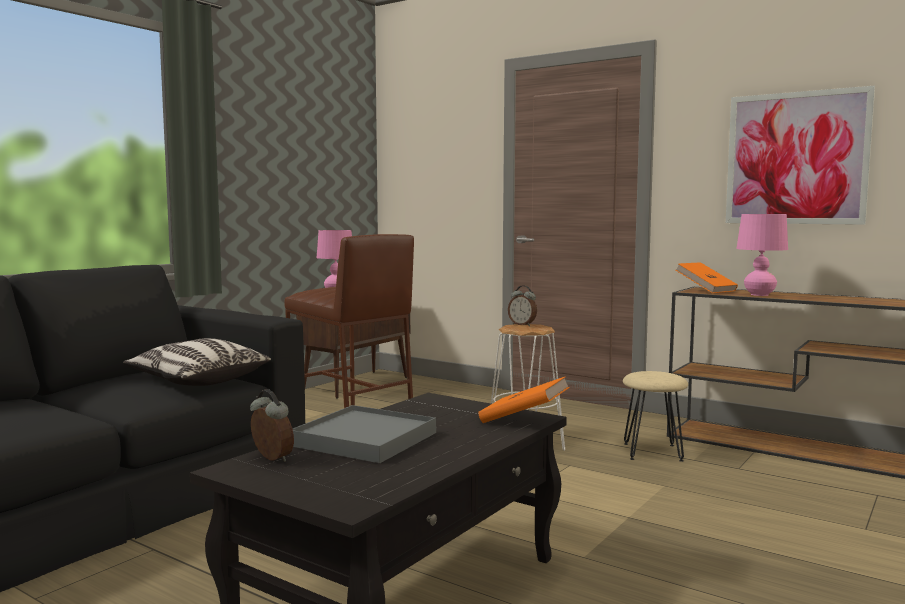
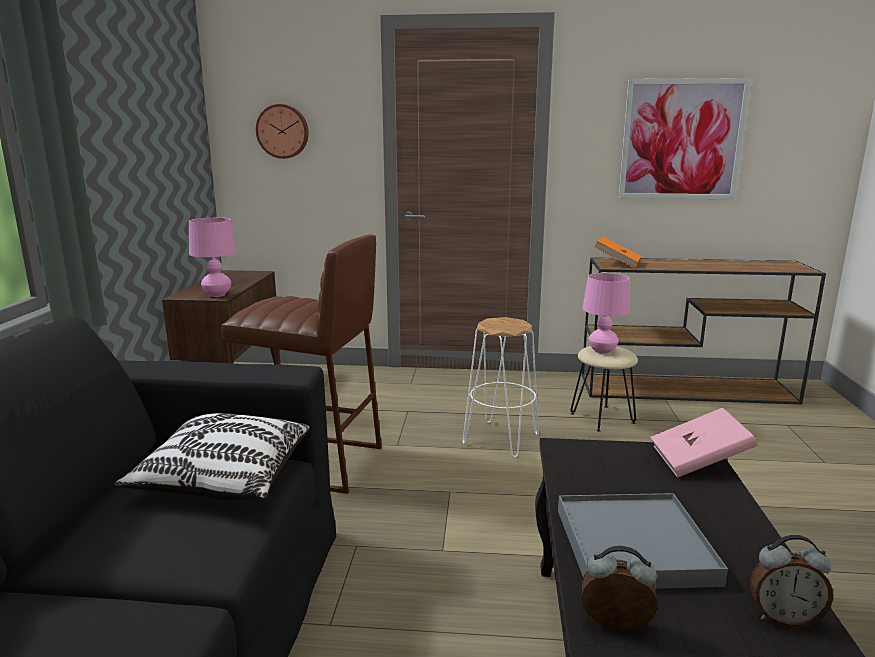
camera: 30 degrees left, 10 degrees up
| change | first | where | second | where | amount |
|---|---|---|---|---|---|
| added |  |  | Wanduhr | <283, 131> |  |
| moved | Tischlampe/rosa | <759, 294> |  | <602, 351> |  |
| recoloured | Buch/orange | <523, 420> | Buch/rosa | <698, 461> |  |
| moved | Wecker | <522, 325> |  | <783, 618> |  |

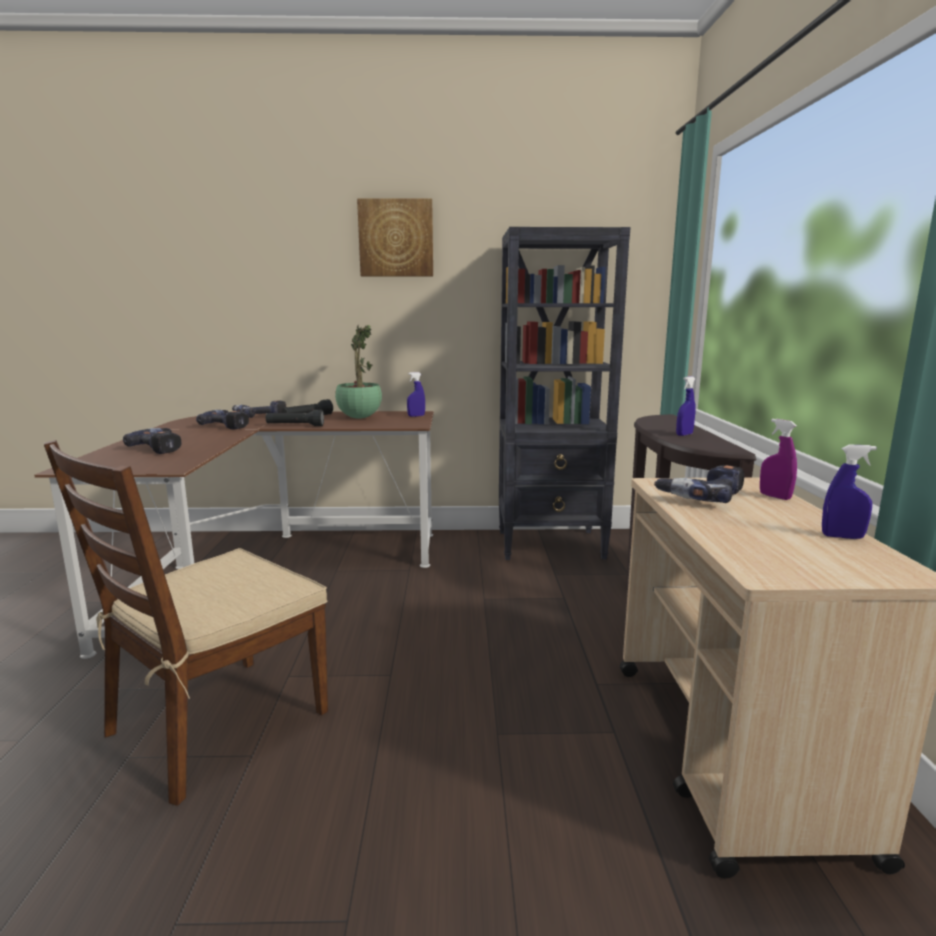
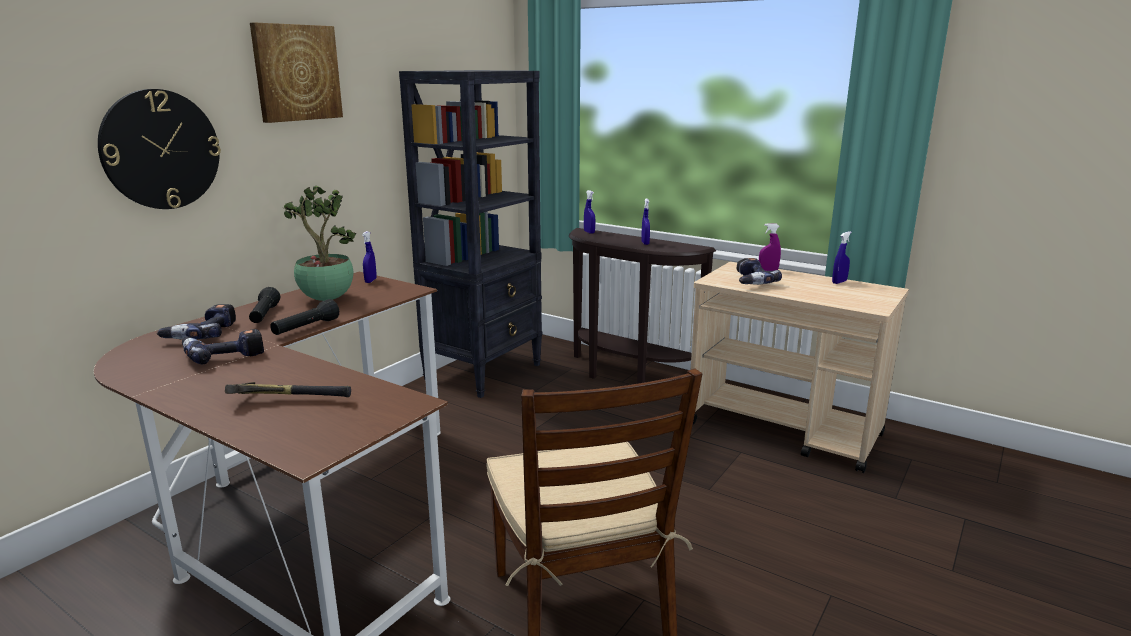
camera: 55 degrees left, 5 degrees up
| change | first | where | second | where | amount |
|---|---|---|---|---|---|
| added |  |  | Wanduhr | <161, 150> |  |
| replaced | Bohrmaschine | <162, 448> | Hammer | <290, 399> |  |
| added |  |  | Sprühflasche/blau | <589, 232> |  |

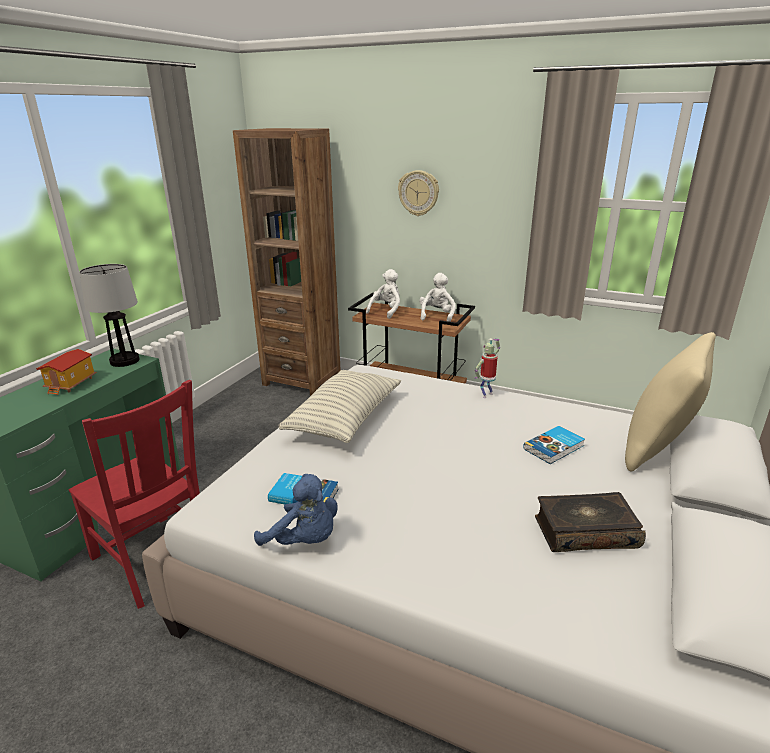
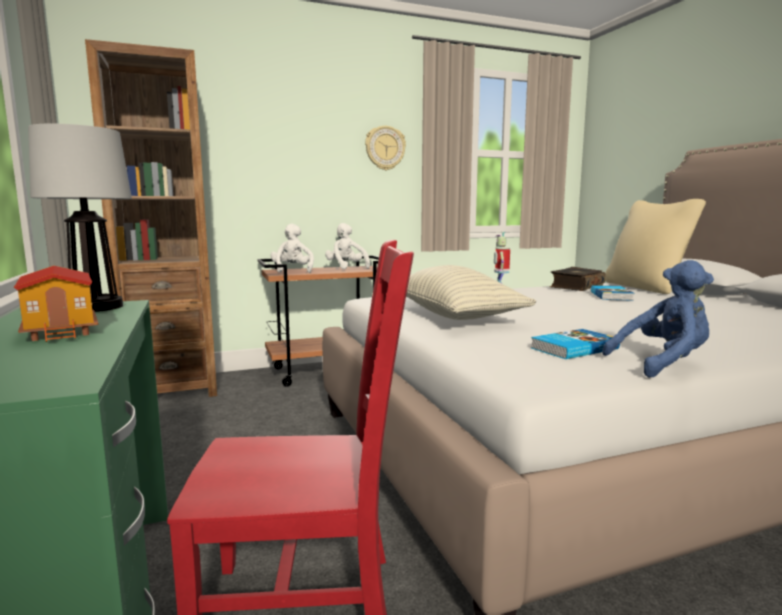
camera: 45 degrees left, 15 degrees down
| change | first | where | second | where | amount |
|---|---|---|---|---|---|
| moved | Wanduhr | <418, 193> |  | <385, 148> |  |
| moved | Buch | <585, 531> |  | <576, 287> |  |

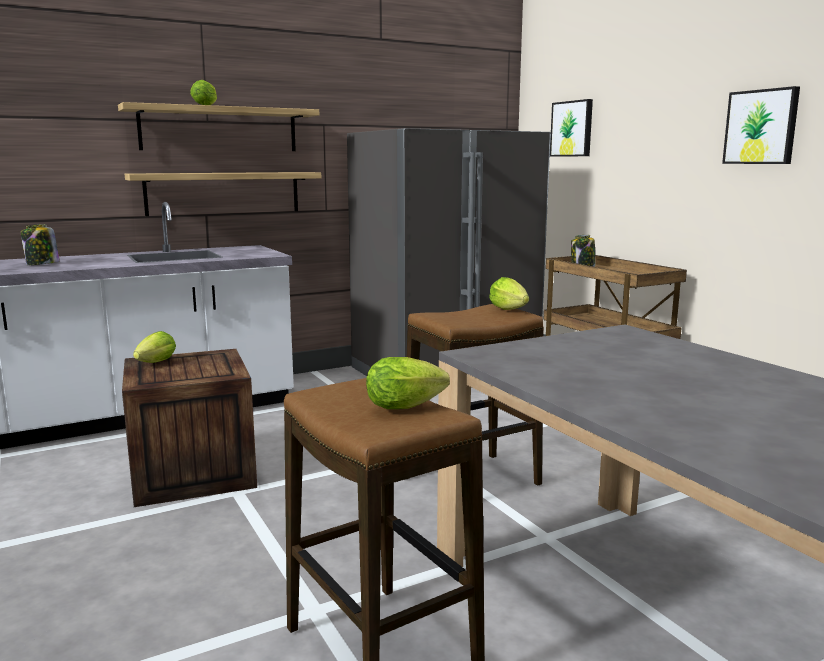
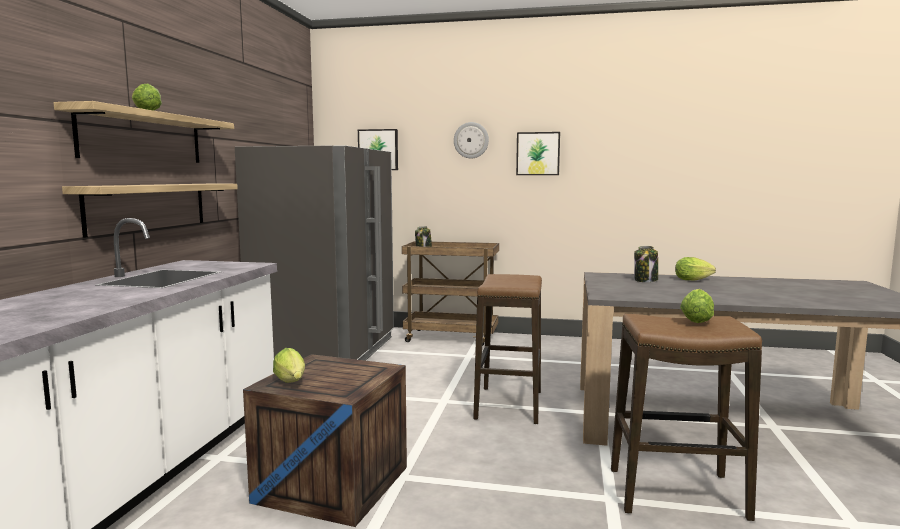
camera: 50 degrees left, 5 degrees down
| change | first | where | second | where | amount |
|---|---|---|---|---|---|
| added |  |  | Wanduhr | <471, 140> |  |
| moved | Vorratsglas | <42, 264> |  | <646, 280> |  |
| moved | Salatkopf | <510, 310> |  | <694, 280> |  |

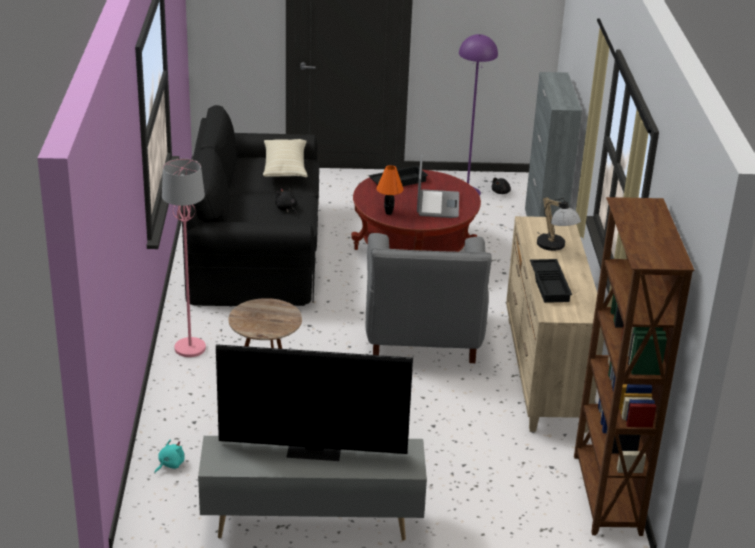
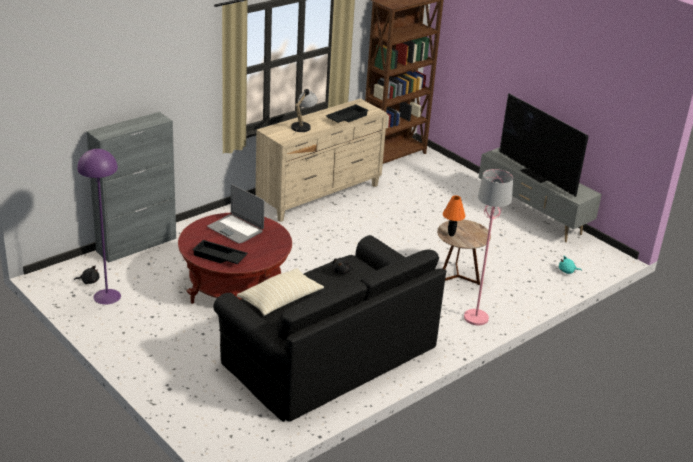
camera: 130 degrees left, 0 degrees up
| change | first | where | second | where | amount |
|---|---|---|---|---|---|
| turned | Laptop | <437, 205> |  | <235, 229> | 105 degrees counterclockwise |
| moved | Tischlampe/orange | <389, 213> |  | <451, 234> |  |
| removed | Sessel/grau | <422, 337> |  |  |  |

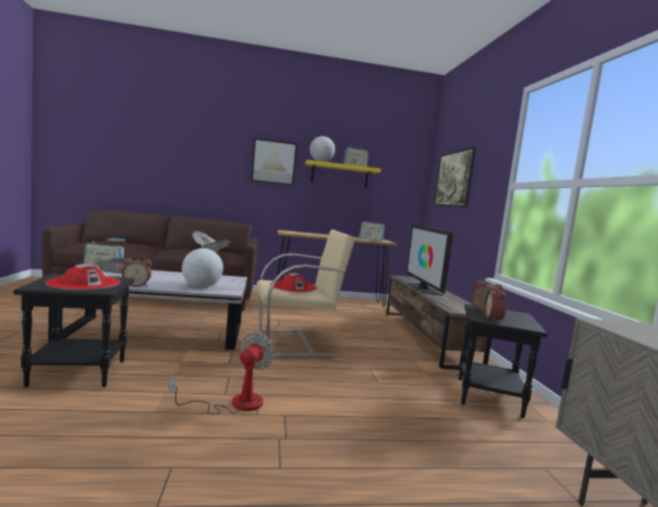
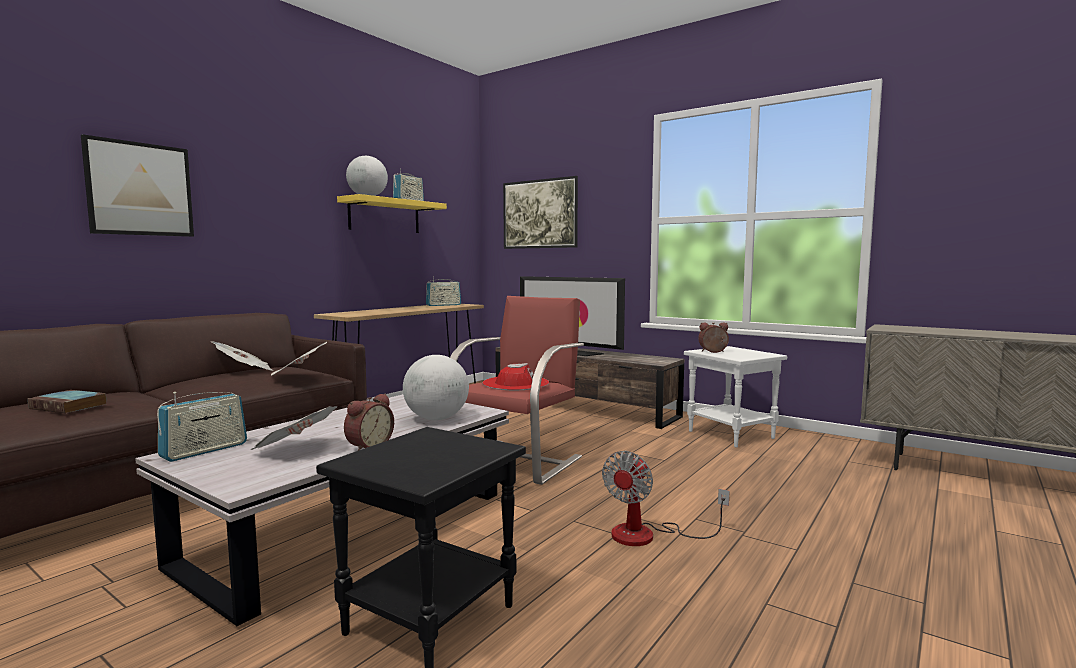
camera: 45 degrees left, 0 degrees up
| change | first | where | second | where | amount |
|---|---|---|---|---|---|
| moved | Bild | <274, 162> |  | <140, 189> |  |
| recoloured | Sessel/beige | <295, 342> | Sessel/rot | <517, 461> |  |
| turned | Ventilator | <235, 404> |  | <648, 535> | 120 degrees counterclockwise |
| recoloured | Beistelltisch/schwarz | <490, 397> | Beistelltisch/weiß | <732, 435> |  |
| removed | Hut/rot | <84, 283> |  |  |  |
| removed | Wecker | <494, 319> |  |  |  |

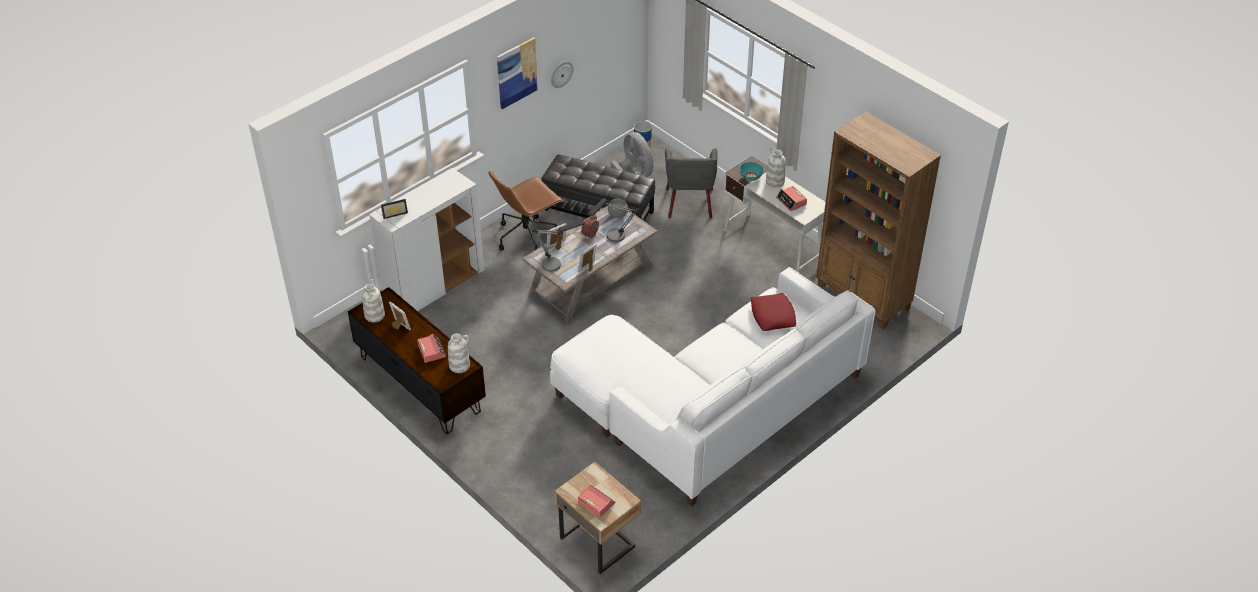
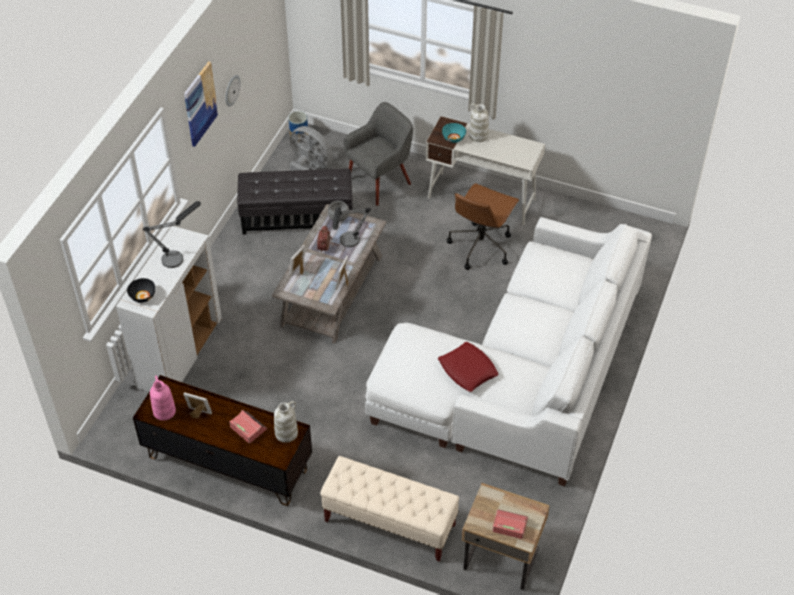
camera: 25 degrees left, 5 degrees up
| change | first | where | second | where | amount |
|---|---|---|---|---|---|
| replaced | Bilderrahmen | <394, 213> | Schüssel/schwarz | <142, 296> |  |
| moved | Tischlampe | <557, 263> |  | <178, 256> |  |
| recoloured | Vase/weiß | <374, 315> | Vase/rosa | <164, 411> |  |
| added |  |  | Bank/beige | <389, 523> |  |
| turned | Sessel/grau | <689, 204> |  | <380, 181> | 105 degrees counterclockwise |
| moved | Kissen/rot | <772, 315> |  | <467, 370> |  |
| moved | Bürostuhl/braun | <527, 236> |  | <480, 246> |  |
| removed | Wecker | <791, 201> |  |  |  |
| removed | Bücherregal/braun | <863, 297> |  |  |  |

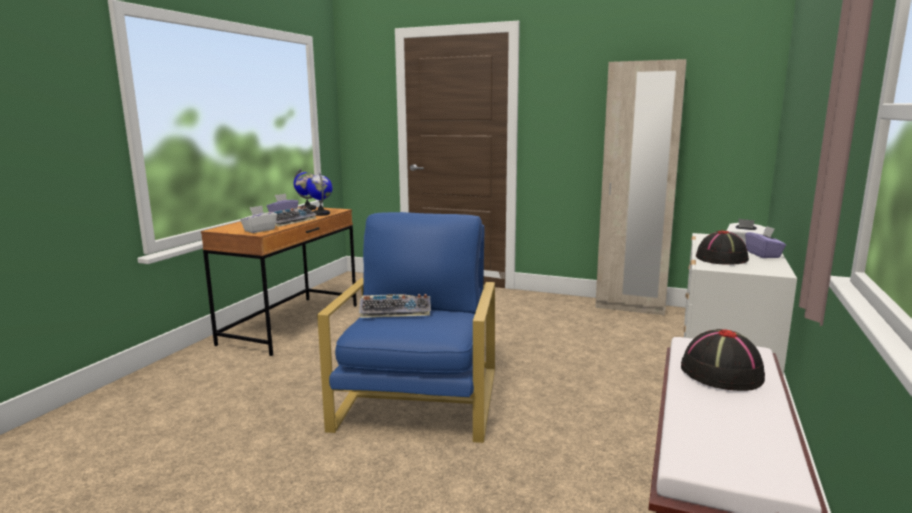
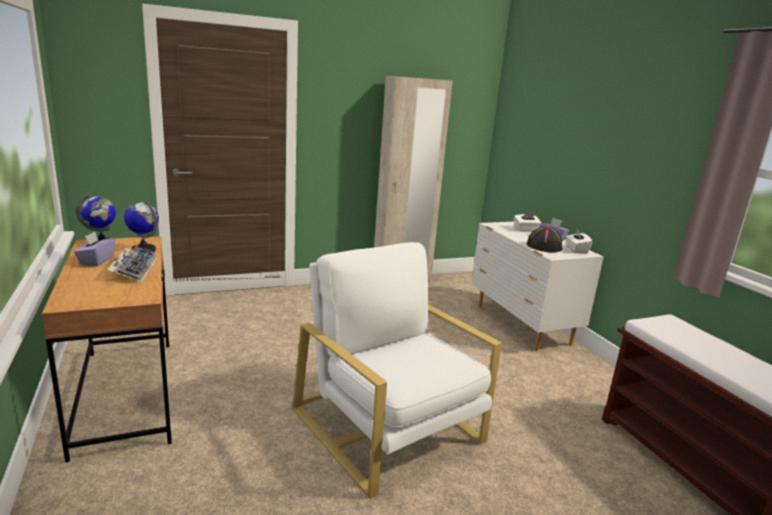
camera: 45 degrees left, 5 degrees up
| change | first | where | second | where | amount |
|---|---|---|---|---|---|
| recoloured | Sessel/blau | <418, 399> | Sessel/weiß | <388, 426> |  |
| moved | Taschentuchbox/weiß | <259, 230> |  | <576, 250> |  |
| removed | Tastatur | <396, 311> |  |  |  |
| removed | Hut/schwarz | <720, 373> |  |  |  |

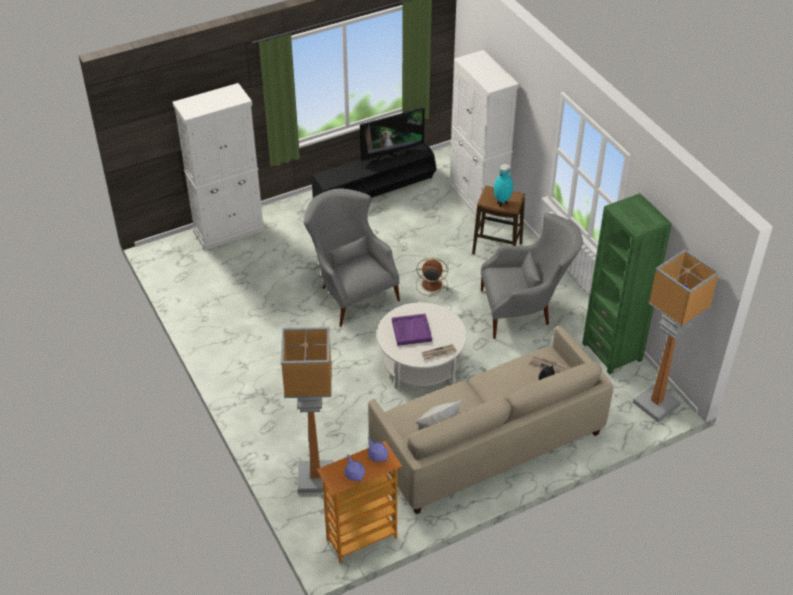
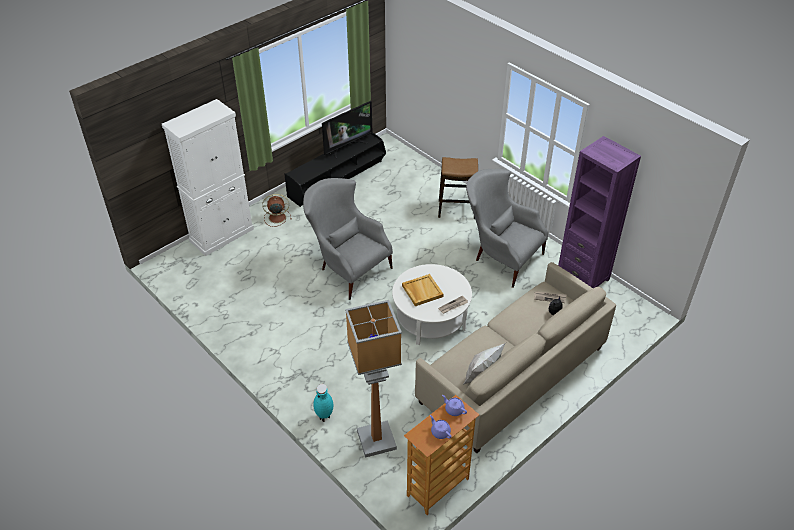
camera: 15 degrees left, 0 degrees up
| change | first | where | second | where | amount |
|---|---|---|---|---|---|
| moved | Ventilator/braun | <430, 284> |  | <276, 217> |  |
| moved | Vase/türkis | <502, 203> |  | <325, 417> |  |
| recoloured | Tablett/lila | <411, 330> | Tablett/beige | <422, 291> |  |
| turned | Sessel/grau | <525, 310> |  | <499, 256> | 120 degrees counterclockwise |
| recoloured | Bücherregal/grün | <612, 352> | Bücherregal/lila | <583, 277> |  |
| removed | Schrank/weiß | <478, 199> |  |  |  |
| removed | Stehlampe | <656, 403> |  |  |  |

